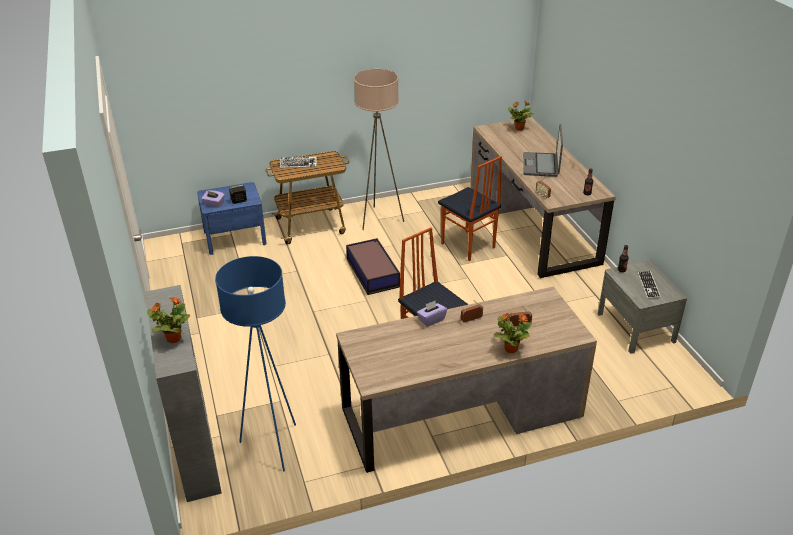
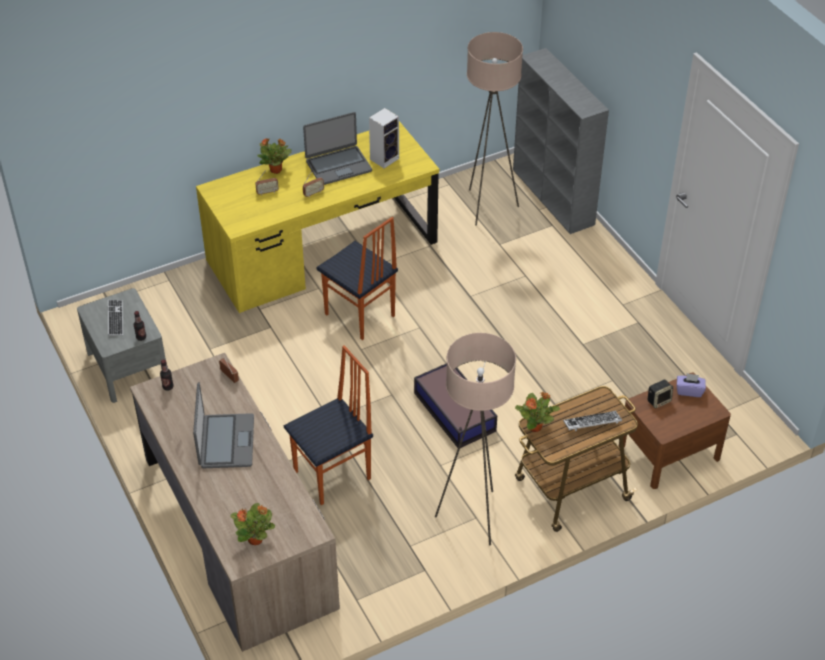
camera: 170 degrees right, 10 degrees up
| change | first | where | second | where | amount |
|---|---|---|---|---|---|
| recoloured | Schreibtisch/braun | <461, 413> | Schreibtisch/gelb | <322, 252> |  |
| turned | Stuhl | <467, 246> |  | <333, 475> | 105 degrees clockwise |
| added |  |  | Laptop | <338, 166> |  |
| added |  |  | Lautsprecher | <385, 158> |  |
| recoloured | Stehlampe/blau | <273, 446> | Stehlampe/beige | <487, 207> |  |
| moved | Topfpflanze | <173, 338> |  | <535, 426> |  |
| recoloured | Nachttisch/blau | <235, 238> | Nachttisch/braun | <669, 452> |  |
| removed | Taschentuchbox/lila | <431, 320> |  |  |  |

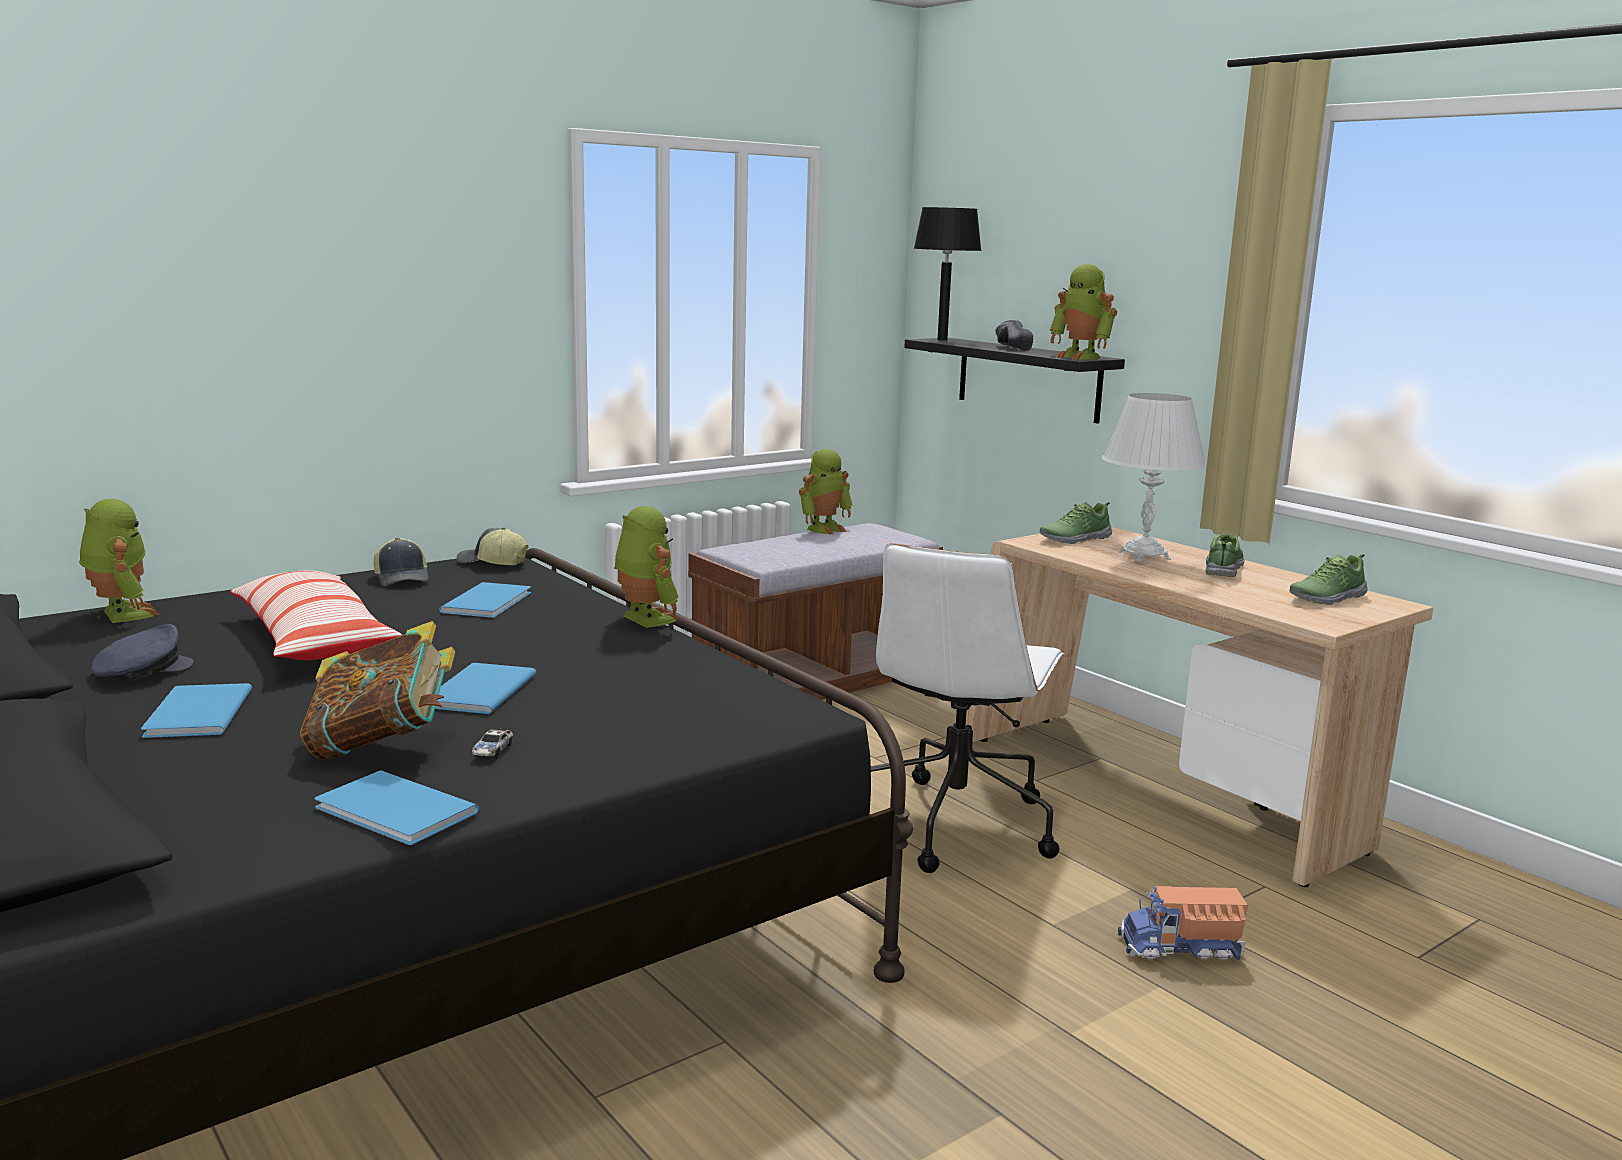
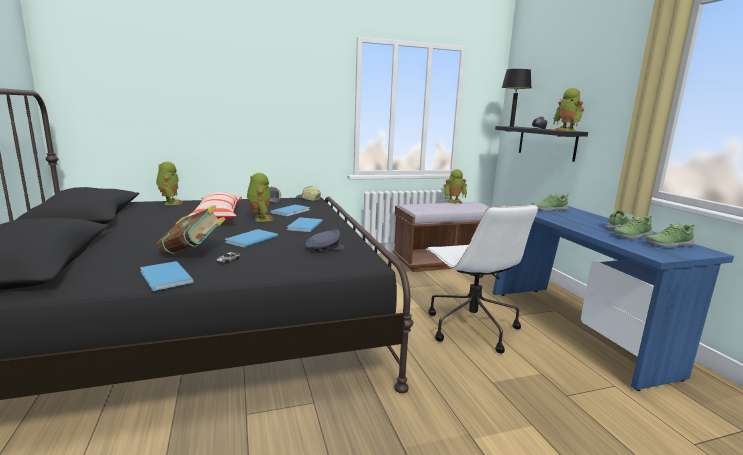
camera: 20 degrees right, 0 degrees up
| change | first | where | second | where | amount |
|---|---|---|---|---|---|
| moved | Spielzeugroboter | <644, 619> |  | <260, 219> |  |
| moved | Buch/blau | <194, 714> |  | <303, 226> |  |
| moved | Kappe/grau | <141, 672> |  | <323, 248> |  |
| turned | Bürostuhl/weiß | <954, 823> |  | <470, 327> | 60 degrees counterclockwise |
| recoloured | Schreibtisch/beige | <1159, 793> | Schreibtisch/blau | <577, 330> |  |
| added |  |  | Schuh | <631, 236> |  |
| removed | Tischlampe/weiß | <1144, 556> |  |  |  |
| removed | Spielzeuglaster | <1181, 948> |  |  |  |

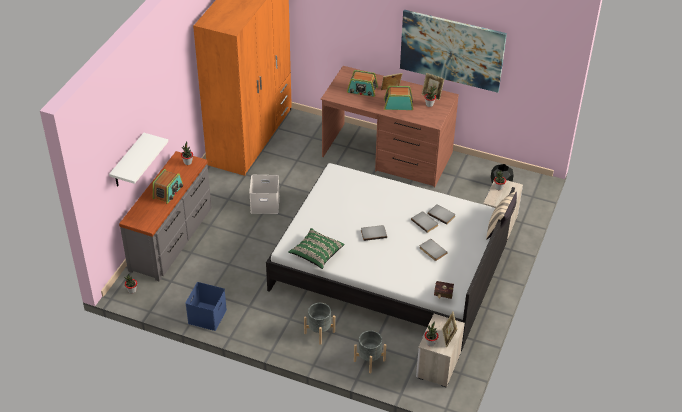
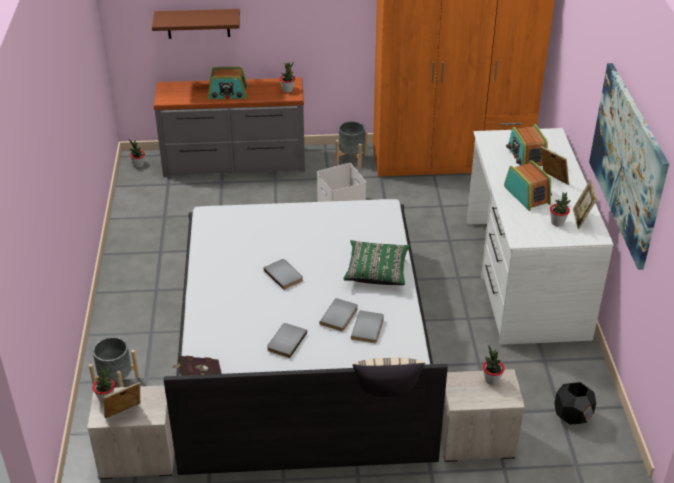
camera: 65 degrees right, 5 degrees down
| change | first | where | second | where | amount |
|---|---|---|---|---|---|
| recoloured | Wandregal/weiß | <128, 161> | Wandregal/braun | <198, 23> |  |
| moved | Pflanzkübel/grau | <319, 332> |  | <351, 159> |  |
| moved | Kissen/grün | <316, 254> |  | <376, 272> |  |
| recoloured | Schreibtisch/braun | <387, 155> | Schreibtisch/weiß | <524, 278> |  |
| removed | Aufbewahrungsbox/blau | <207, 317> |  |  |  |

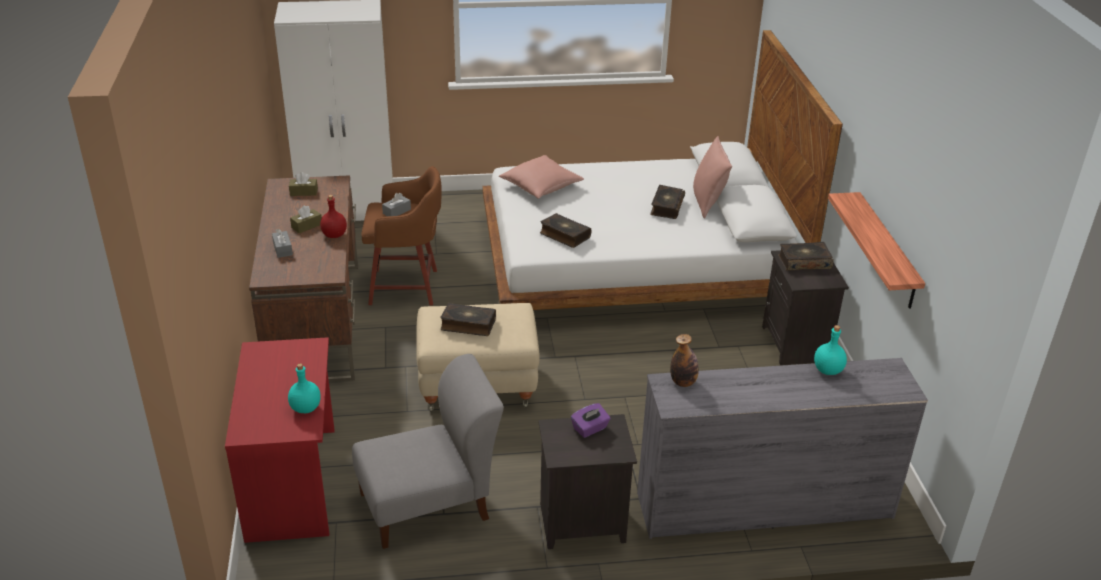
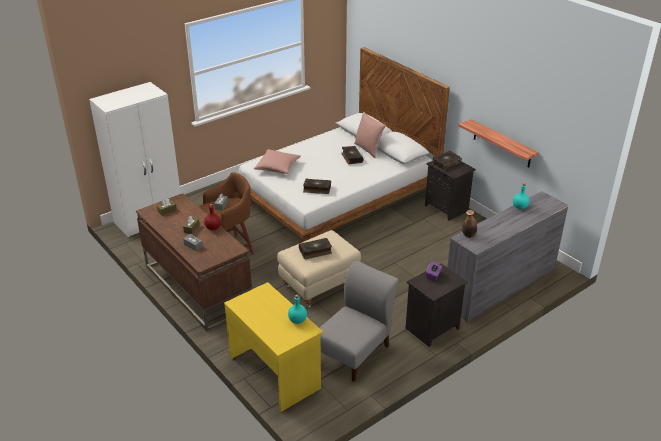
camera: 30 degrees left, 0 degrees up
| change | first | where | second | where | amount |
|---|---|---|---|---|---|
| recoloured | Schreibtisch/rot | <294, 482> | Schreibtisch/gelb | <275, 372> |  |

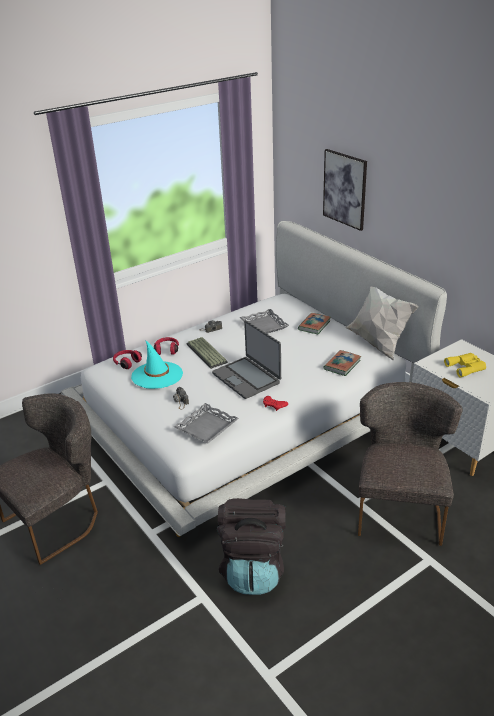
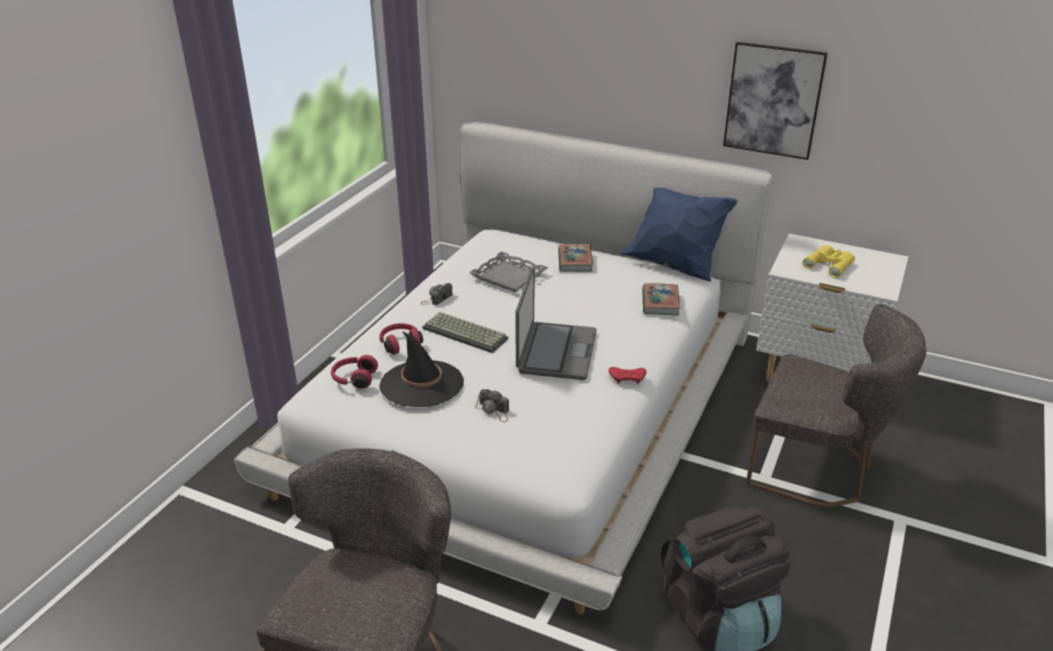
camera: 30 degrees left, 0 degrees up
| change | first | where | second | where | amount |
|---|---|---|---|---|---|
| recoloured | Hut/türkis | <157, 375> | Hut/schwarz | <421, 384> |  |
| turned | Laptop | <247, 378> |  | <556, 352> | 105 degrees counterclockwise |
| recoloured | Kissen/weiß | <378, 345> | Kissen/blau | <674, 267> |  |
| moved | Bild | <345, 189> |  | <773, 100> |  |
| turned | Stuhl/grau | <399, 509> |  | <817, 470> | 135 degrees clockwise |
| removed | Tablett/grau | <207, 427> |  |  |  |

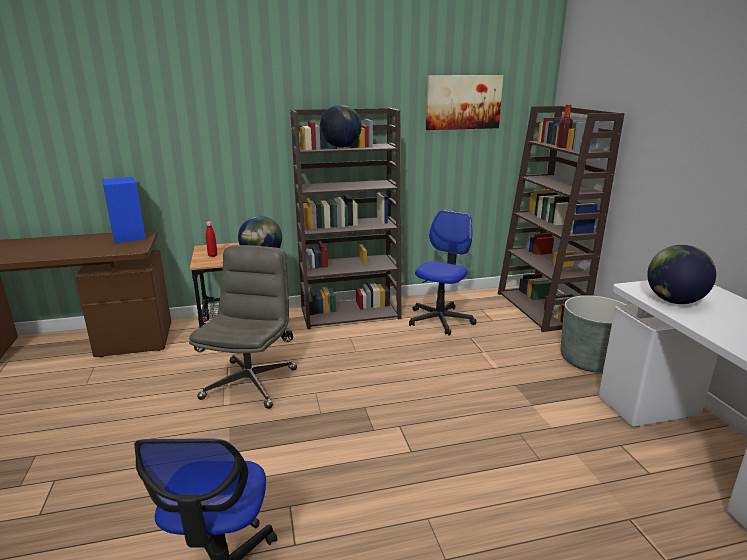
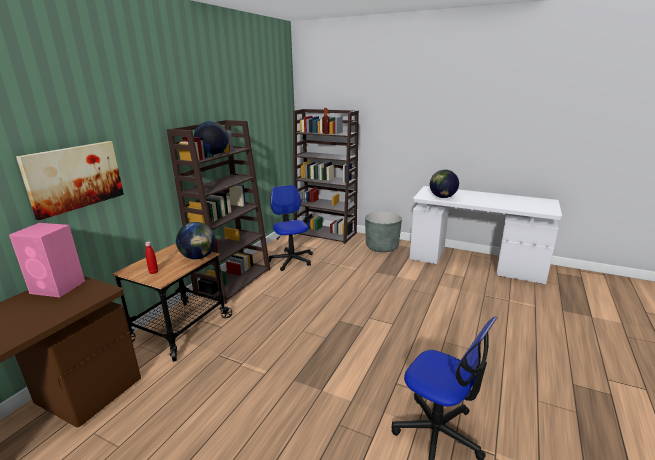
camera: 50 degrees left, 0 degrees up
| change | first | where | second | where | amount |
|---|---|---|---|---|---|
| recoloured | Lautsprecher/blau | <129, 237> | Lautsprecher/rosa | <59, 287> |  |
| moved | Bild | <463, 102> |  | <74, 177> |  |
| removed | Bürostuhl/grau | <250, 383> |  |  |  |

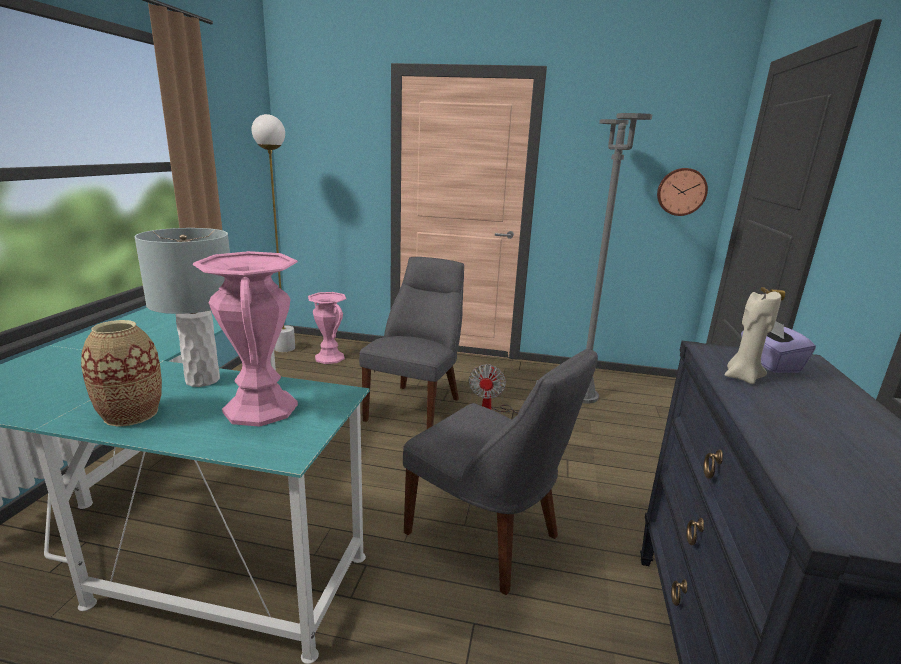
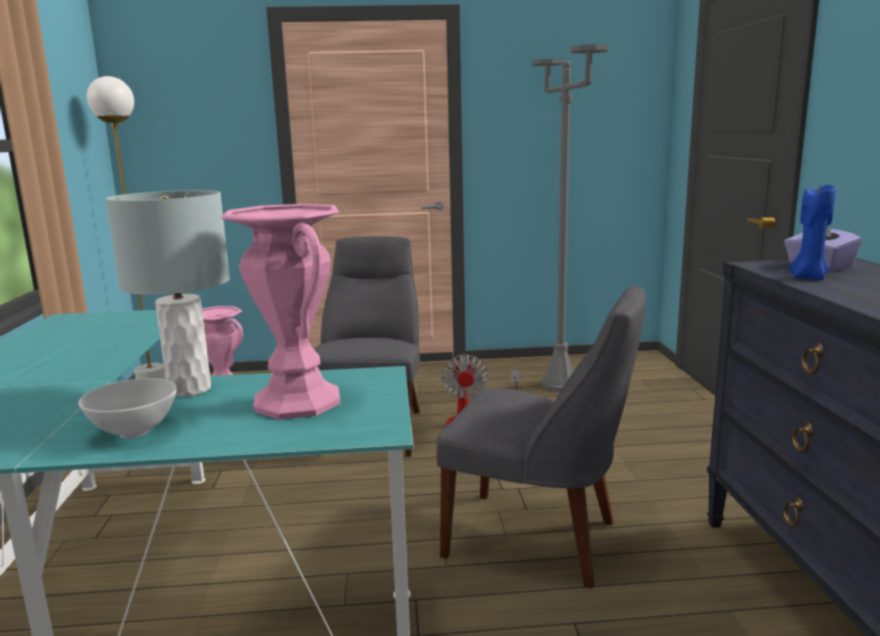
camera: 15 degrees left, 5 degrees down
| change | first | where | second | where | amount |
|---|---|---|---|---|---|
| replaced | Vase | <131, 414> | Schüssel/weiß | <135, 432> |  |
| recoloured | Kerze/beige | <742, 377> | Kerze/blau | <808, 277> |  |
| removed | Wanduhr | <681, 191> |  |  |  |

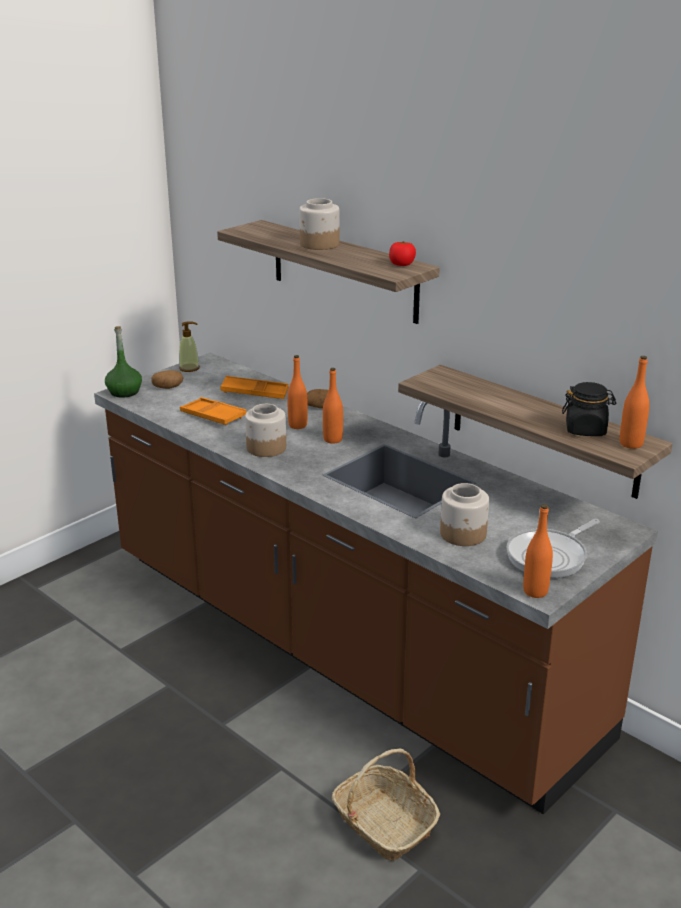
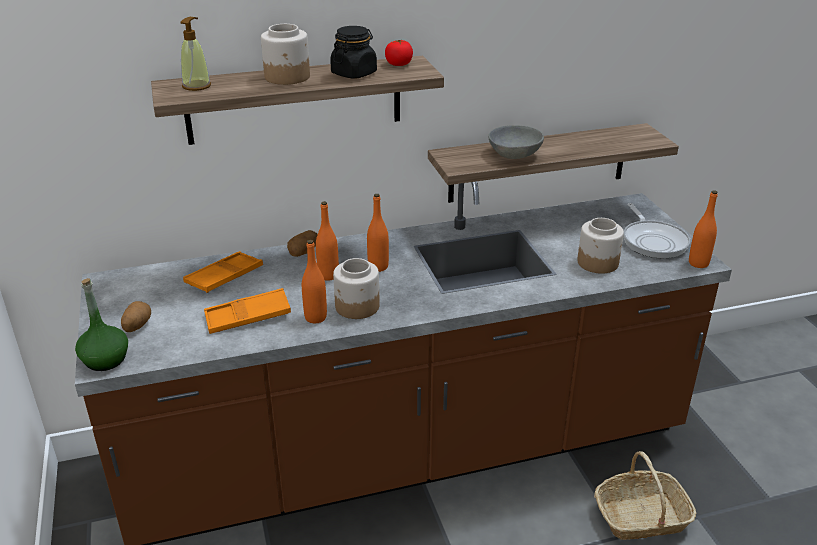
camera: 60 degrees left, 5 degrees up
| change | first | where | second | where | amount |
|---|---|---|---|---|---|
| moved | Seifenspender | <189, 368> |  | <197, 86> |  |
| moved | Flasche/orange | <631, 444> |  | <315, 317> |  |
| moved | Vorratsglas/schwarz | <586, 429> |  | <354, 73> |  |
| added |  |  | Schüssel/grau | <514, 154> |  |

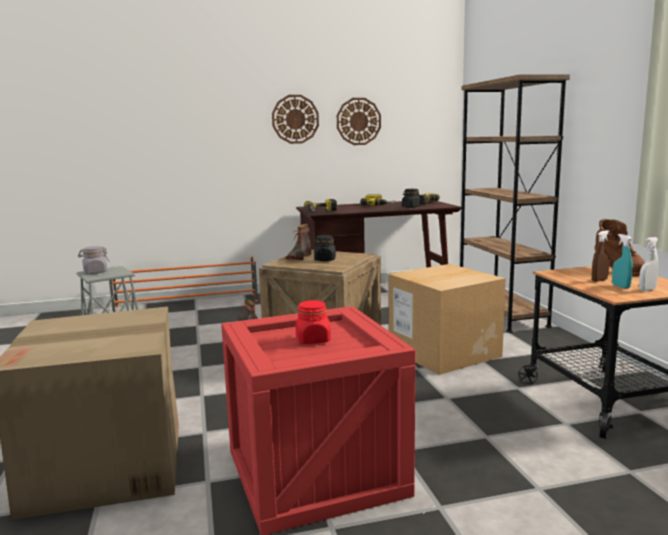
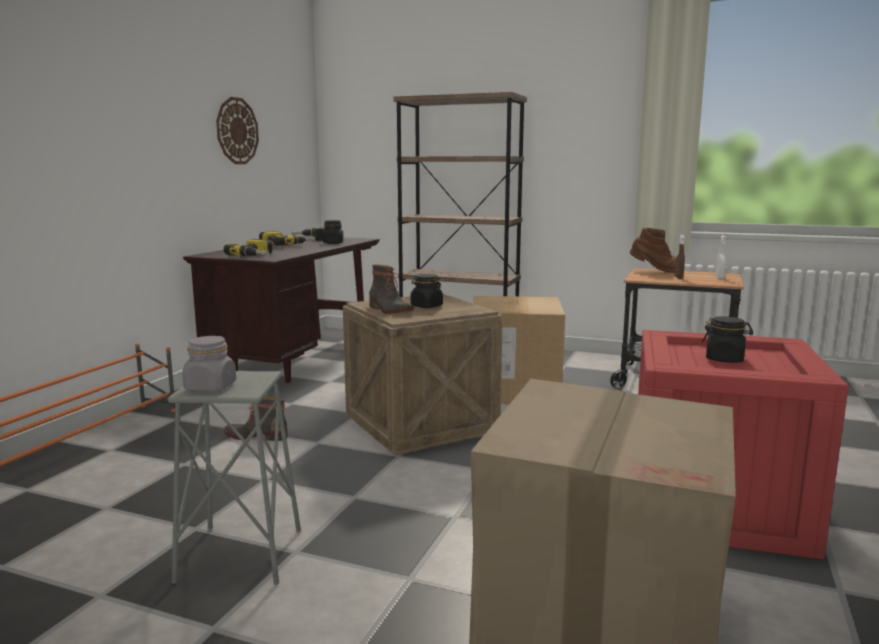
camera: 55 degrees left, 0 degrees up
| change | first | where | second | where | amount |
|---|---|---|---|---|---|
| recoloured | Vorratsglas/rot | <313, 340> | Vorratsglas/schwarz | <725, 359> |  |
| removed | Wanduhr | <295, 119> |  |  |  |
| removed | Sprühflasche/türkis | <620, 286> |  |  |  |

